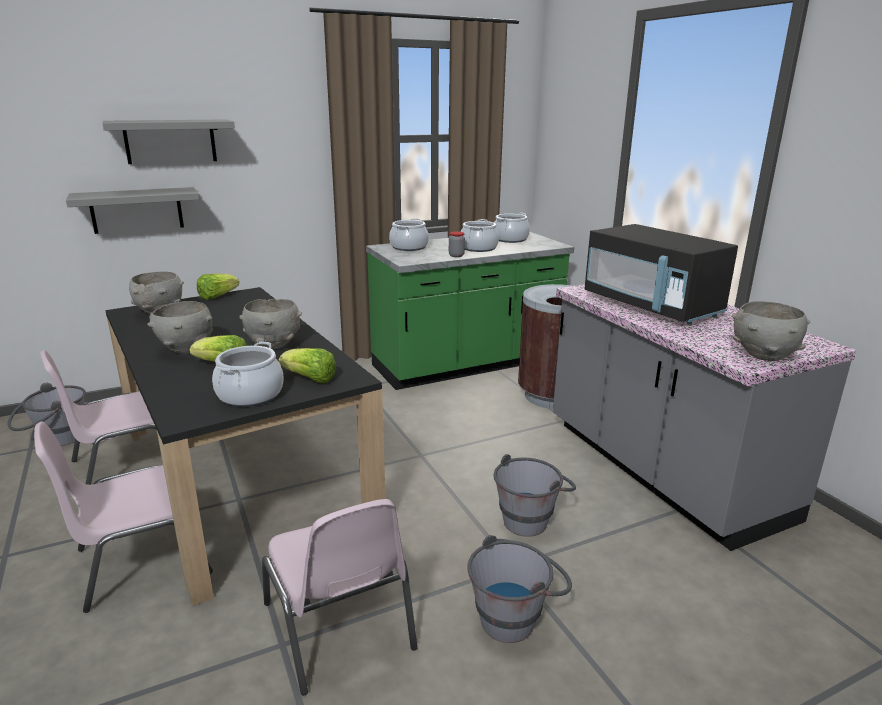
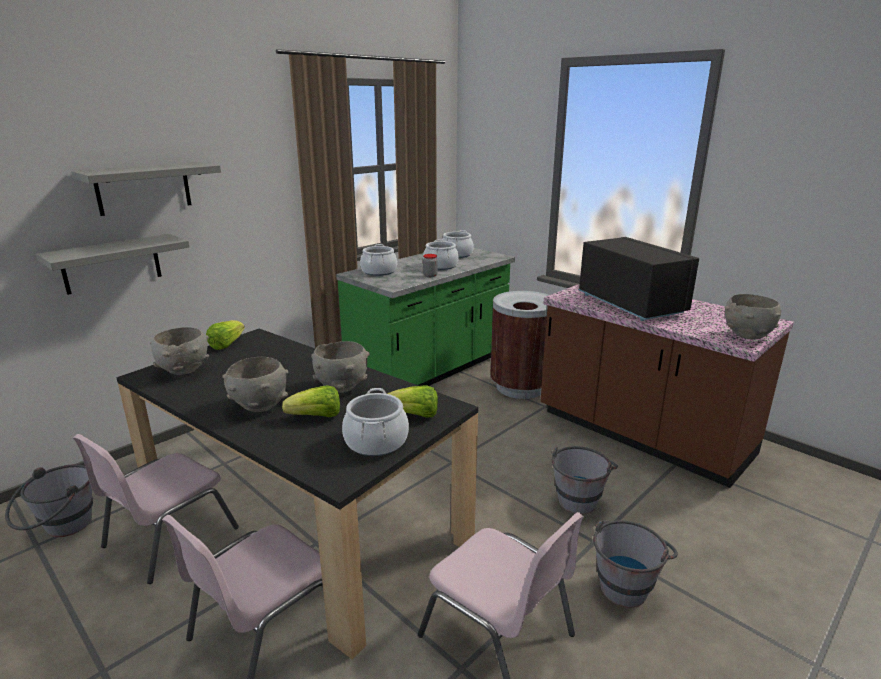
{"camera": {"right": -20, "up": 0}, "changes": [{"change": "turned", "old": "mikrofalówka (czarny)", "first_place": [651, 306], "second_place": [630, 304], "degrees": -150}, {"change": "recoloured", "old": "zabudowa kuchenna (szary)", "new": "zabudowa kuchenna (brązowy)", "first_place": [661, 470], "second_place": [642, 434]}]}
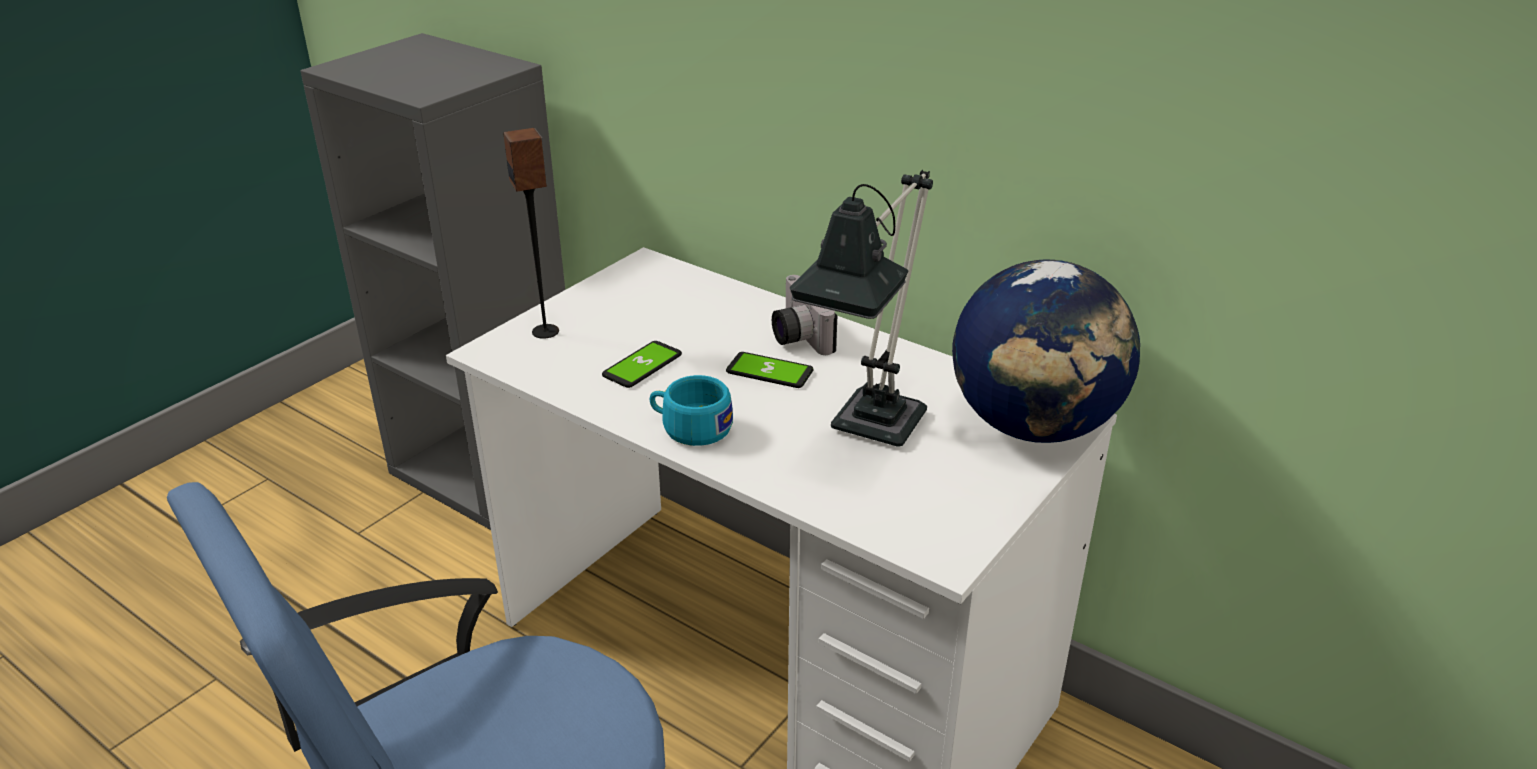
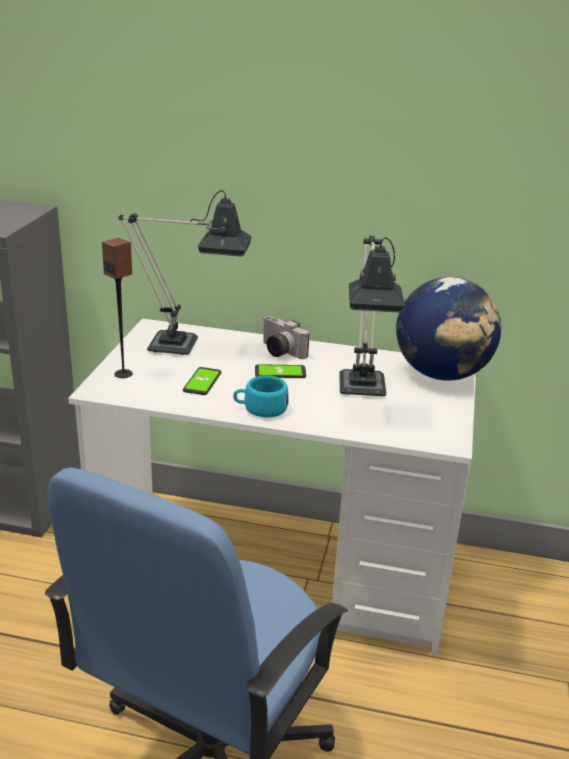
{"camera": {"right": -25, "up": -5}, "changes": [{"change": "added", "new": "lampa stołowa", "second_place": [185, 347]}]}
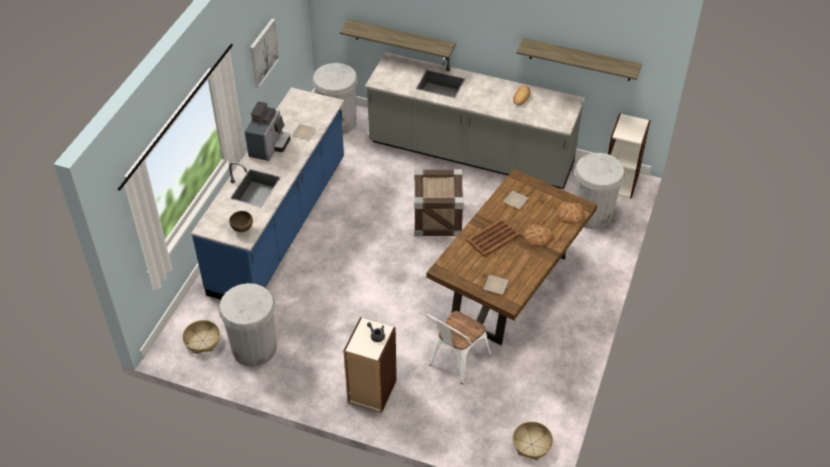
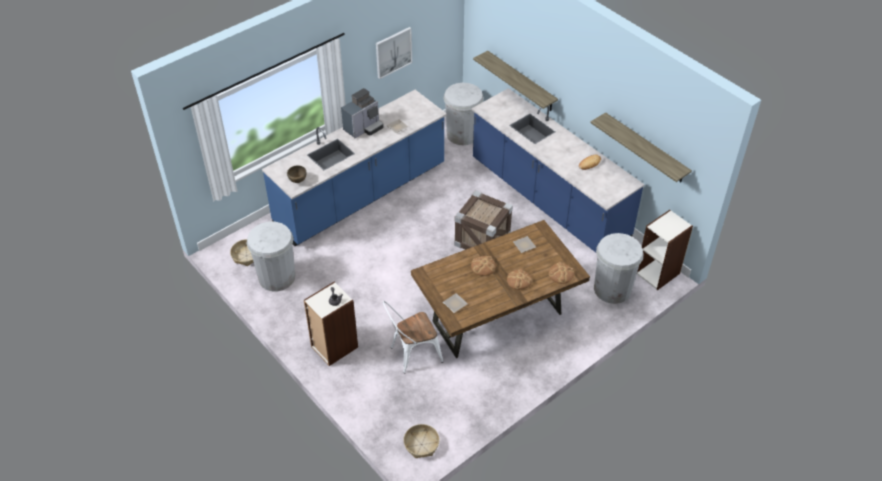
{"camera": {"right": 30, "up": 0}, "changes": [{"change": "recoloured", "old": "zabudowa kuchenna (szary)", "new": "zabudowa kuchenna (niebieski)", "first_place": [470, 154], "second_place": [548, 200]}, {"change": "replaced", "old": "taca (brązowy)", "new": "chleb", "first_place": [493, 237], "second_place": [483, 266]}]}
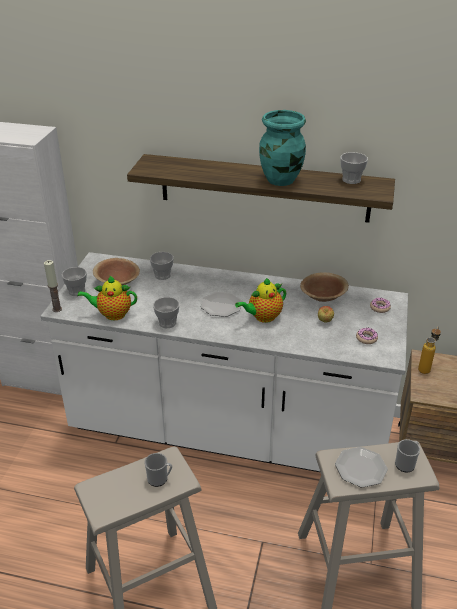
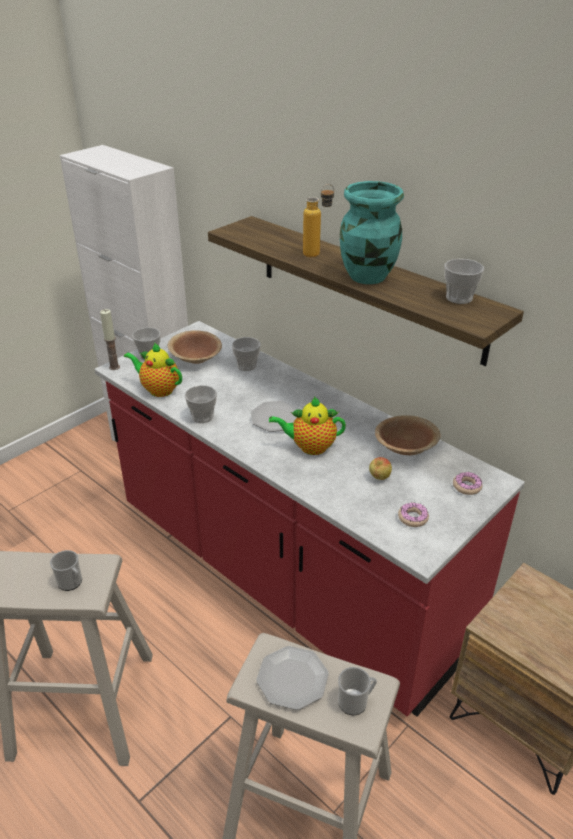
{"camera": {"right": 30, "up": 0}, "changes": [{"change": "recoloured", "old": "zabudowa kuchenna (biały)", "new": "zabudowa kuchenna (czerwony)", "first_place": [228, 432], "second_place": [286, 576]}, {"change": "moved", "old": "butelka", "first_place": [426, 367], "second_place": [317, 253]}]}
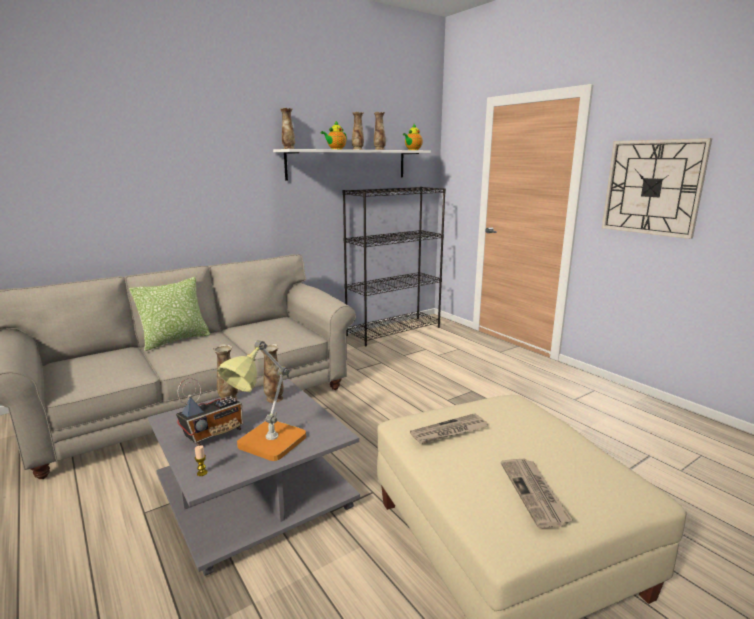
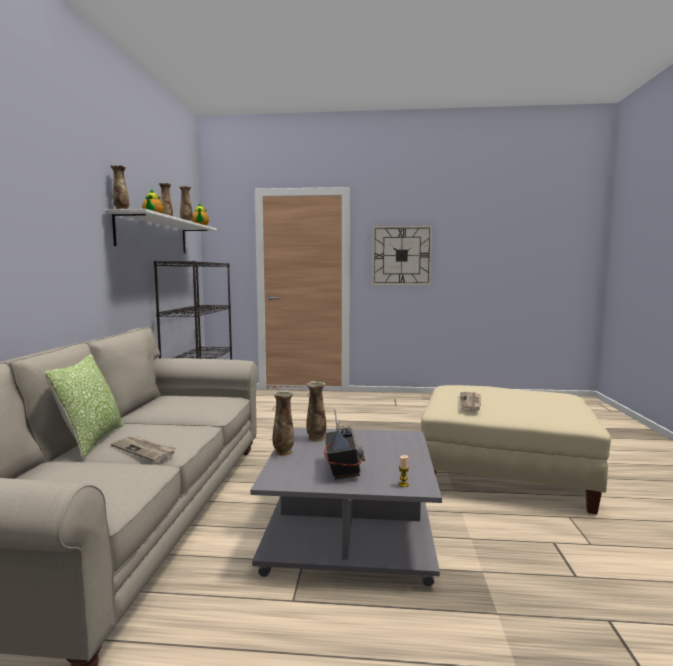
{"camera": {"right": -50, "up": -10}, "changes": [{"change": "removed", "old": "lampa stołowa", "first_place": [266, 446]}, {"change": "moved", "old": "gazeta", "first_place": [534, 493], "second_place": [144, 450]}]}
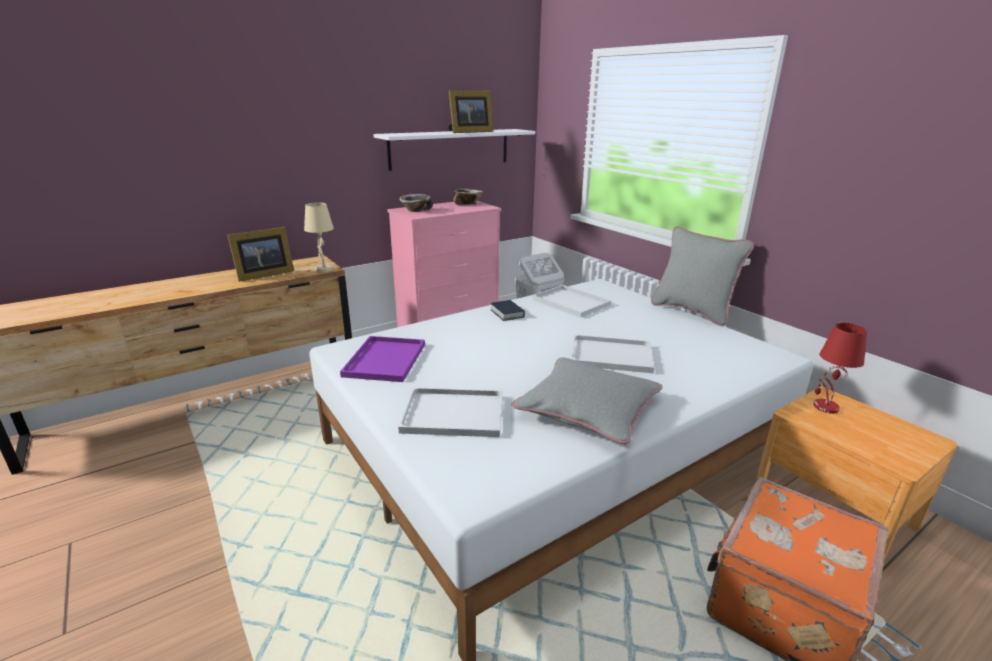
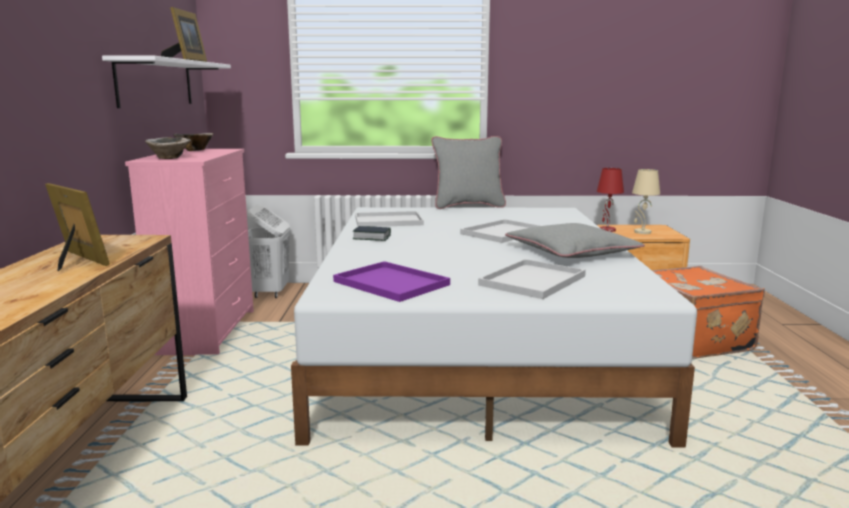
{"camera": {"right": -55, "up": -10}, "changes": [{"change": "moved", "old": "lampa stołowa (beżowy)", "first_place": [323, 269], "second_place": [642, 232]}, {"change": "turned", "old": "ramka na zdjęcie", "first_place": [263, 274], "second_place": [77, 261], "degrees": -45}]}
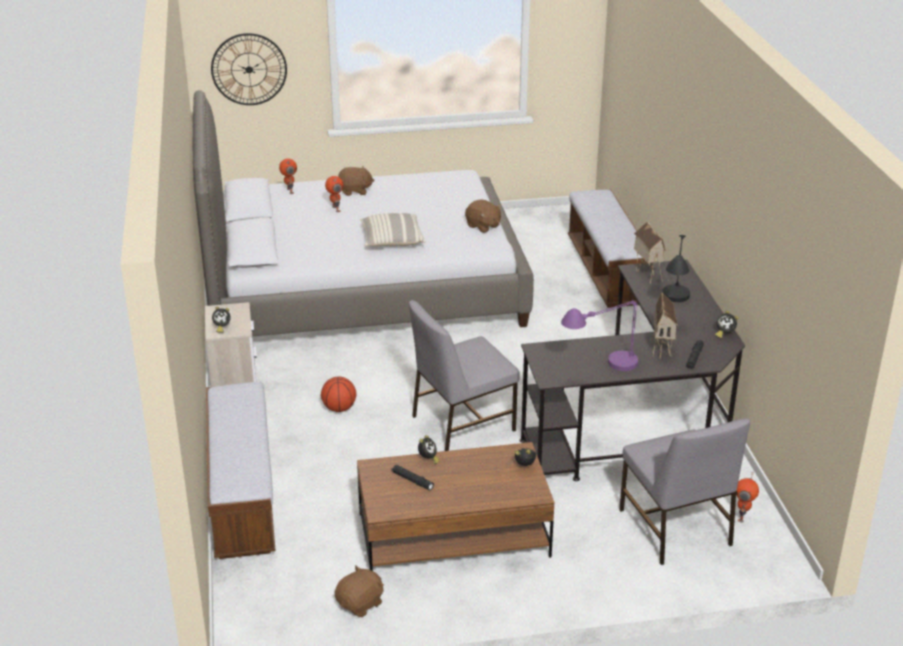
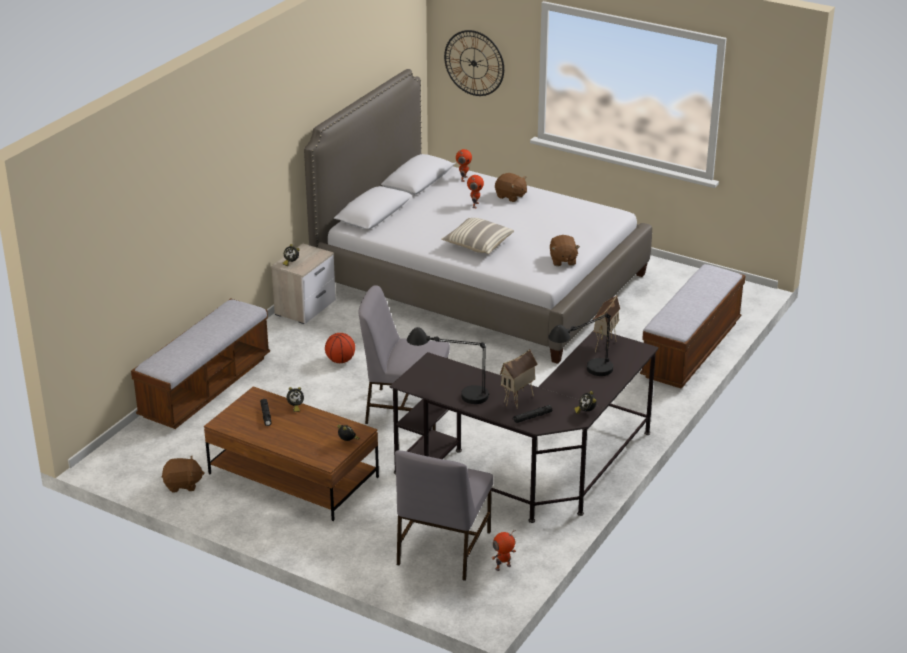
{"camera": {"right": 40, "up": 0}, "changes": [{"change": "recoloured", "old": "lampa stołowa (fioletowy)", "new": "lampa stołowa (czarny)", "first_place": [600, 370], "second_place": [450, 394]}]}
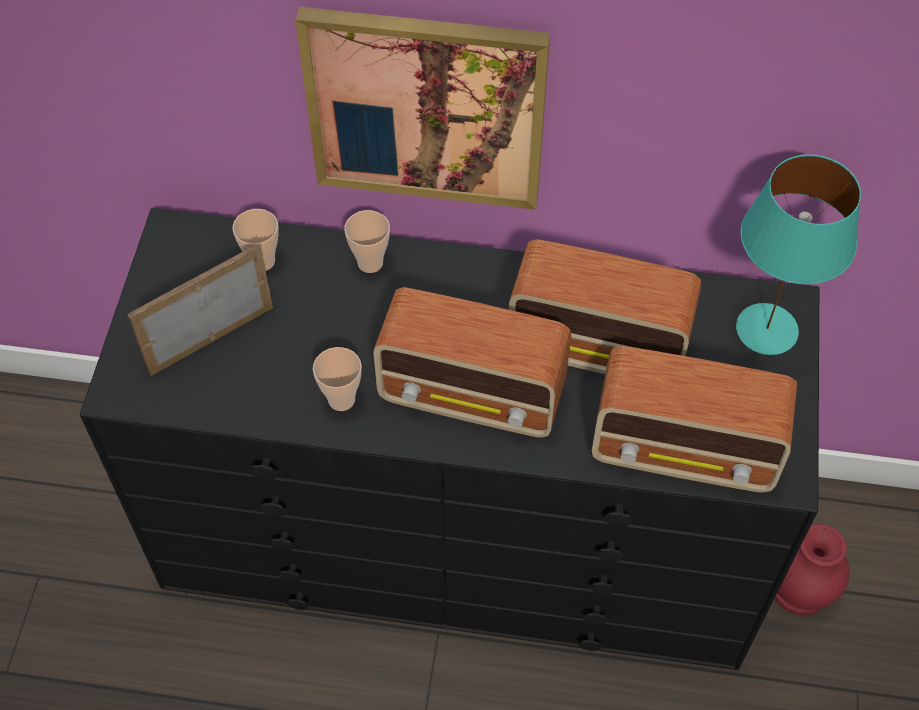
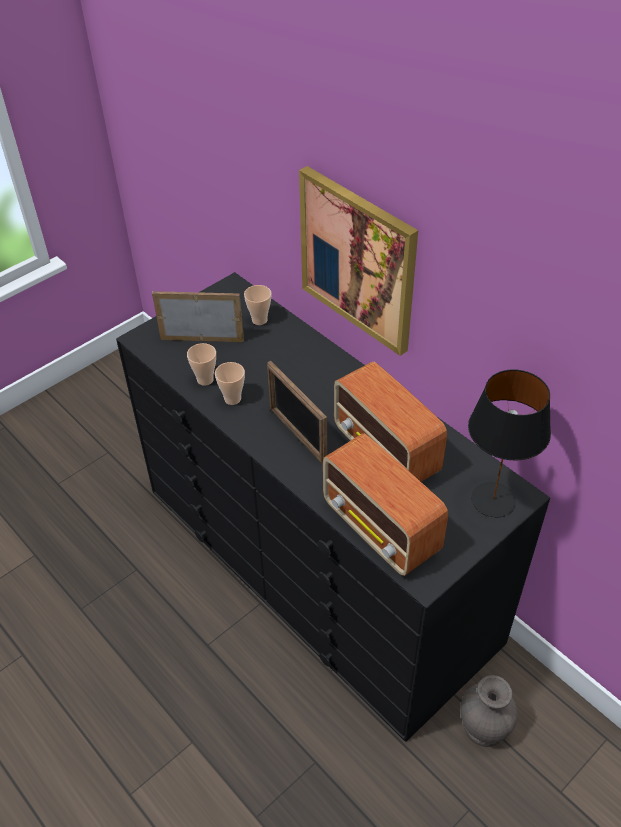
{"camera": {"right": 40, "up": -10}, "changes": [{"change": "recoloured", "old": "lampa stołowa (turkusowy)", "new": "lampa stołowa (czarny)", "first_place": [767, 328], "second_place": [494, 499]}, {"change": "moved", "old": "filiżanka", "first_place": [370, 263], "second_place": [205, 379]}, {"change": "replaced", "old": "radio", "new": "ramka na zdjęcie", "first_place": [474, 395], "second_place": [297, 435]}, {"change": "recoloured", "old": "wazon (czerwony)", "new": "wazon (szary)", "first_place": [800, 590], "second_place": [484, 727]}]}
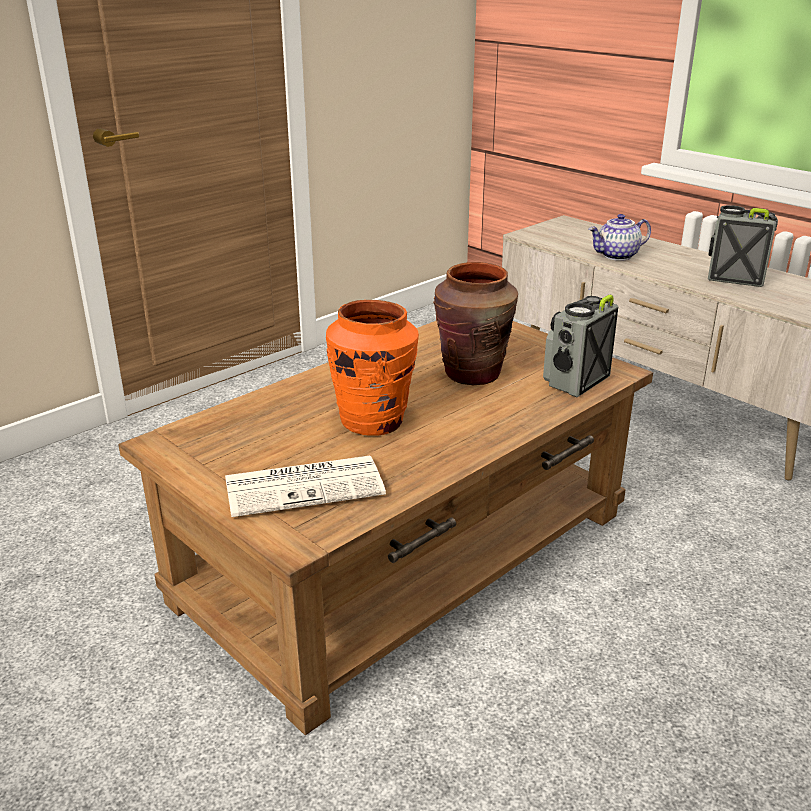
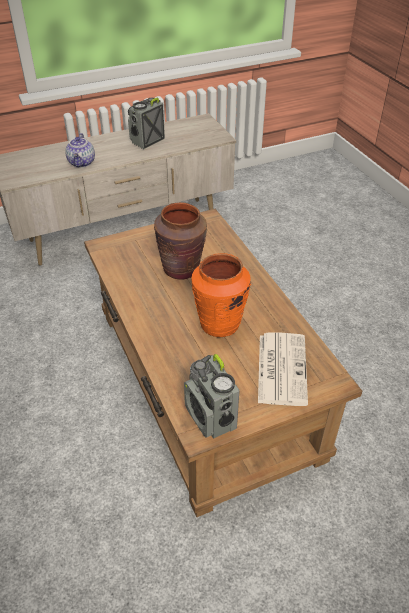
{"camera": {"right": -70, "up": 15}, "changes": [{"change": "moved", "old": "radio", "first_place": [575, 382], "second_place": [211, 418]}]}
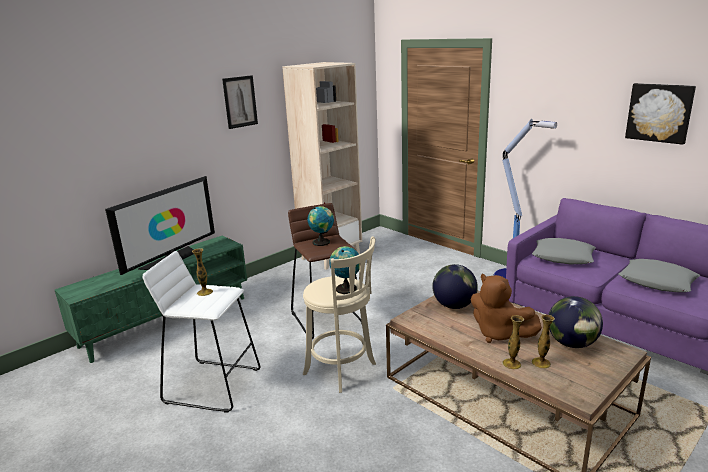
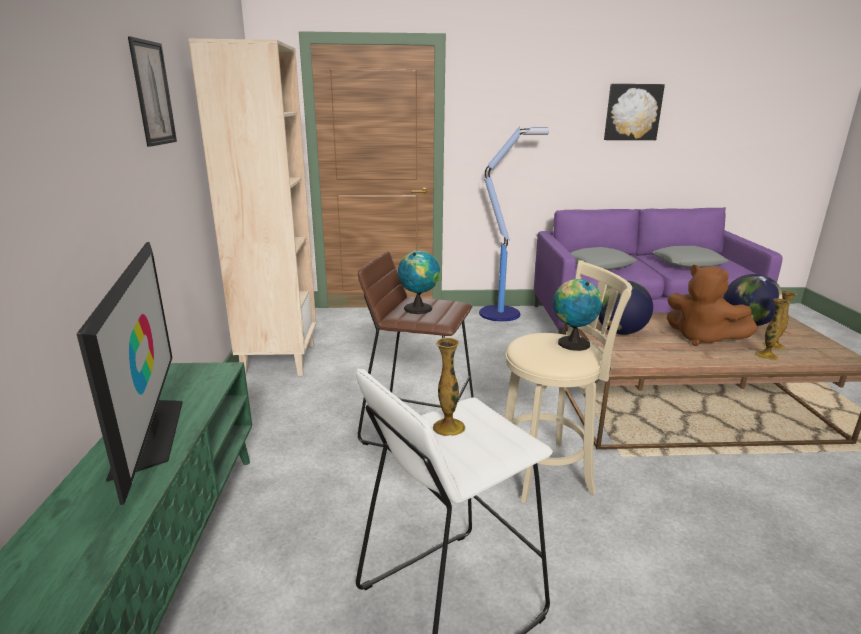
{"camera": {"right": -50, "up": 0}, "changes": [{"change": "turned", "old": "pluszak (brązowy)", "first_place": [499, 334], "second_place": [701, 338], "degrees": 45}]}
